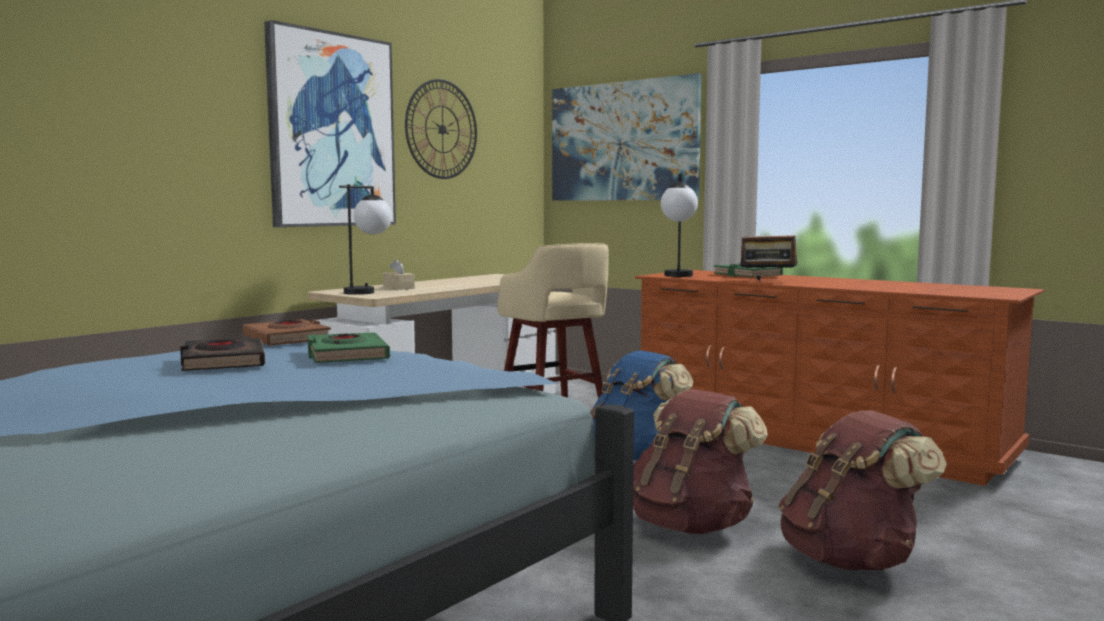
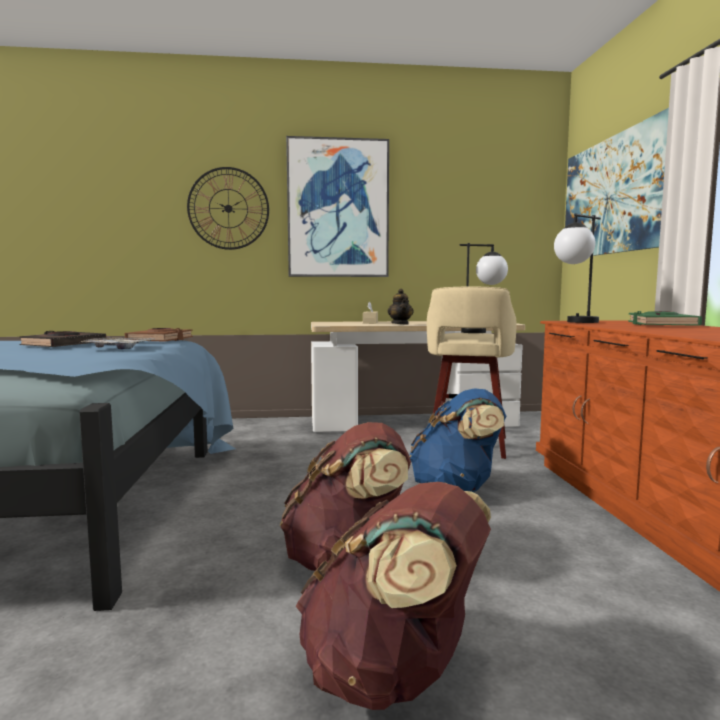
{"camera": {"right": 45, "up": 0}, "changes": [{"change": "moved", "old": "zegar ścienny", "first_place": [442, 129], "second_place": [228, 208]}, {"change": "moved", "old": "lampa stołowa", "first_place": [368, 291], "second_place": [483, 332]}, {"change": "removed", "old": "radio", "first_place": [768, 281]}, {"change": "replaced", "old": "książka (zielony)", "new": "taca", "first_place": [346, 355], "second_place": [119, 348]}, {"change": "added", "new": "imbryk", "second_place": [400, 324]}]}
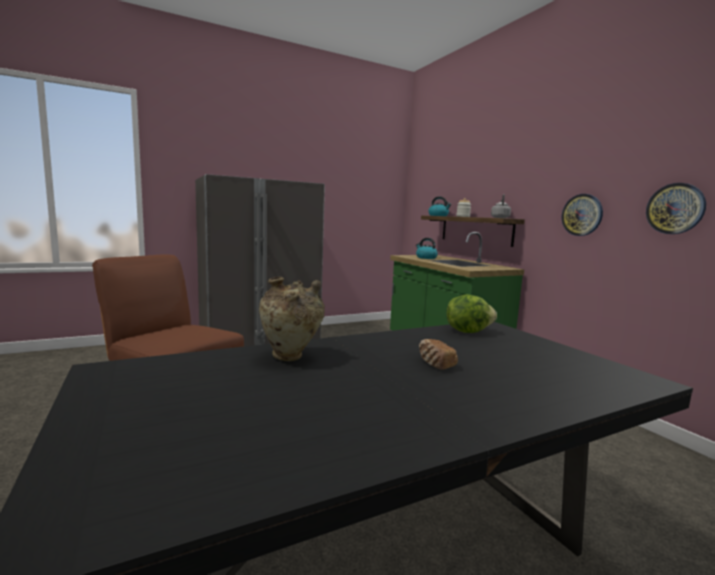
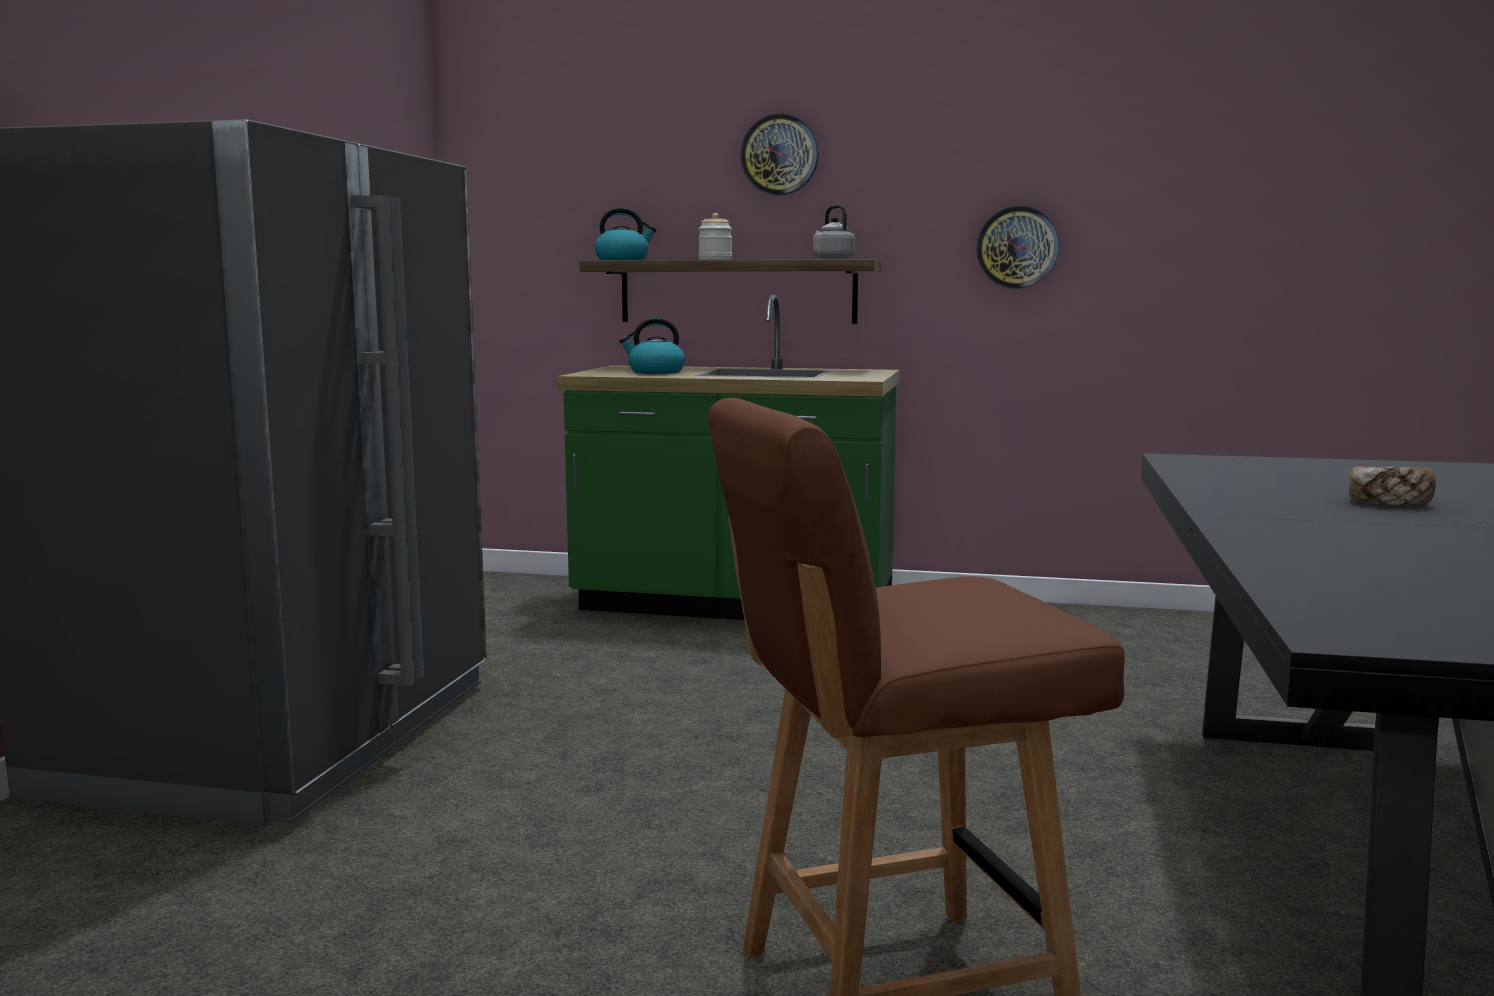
{"camera": {"right": -50, "up": 0}, "changes": [{"change": "moved", "old": "zegar ścienny", "first_place": [675, 208], "second_place": [779, 155]}, {"change": "removed", "old": "wazon (beżowy)", "first_place": [291, 358]}, {"change": "removed", "old": "sałata", "first_place": [467, 331]}]}
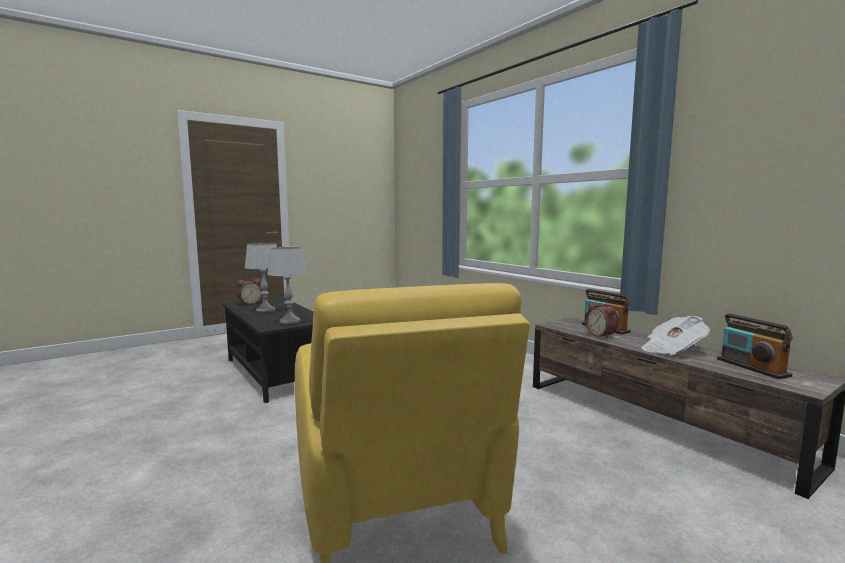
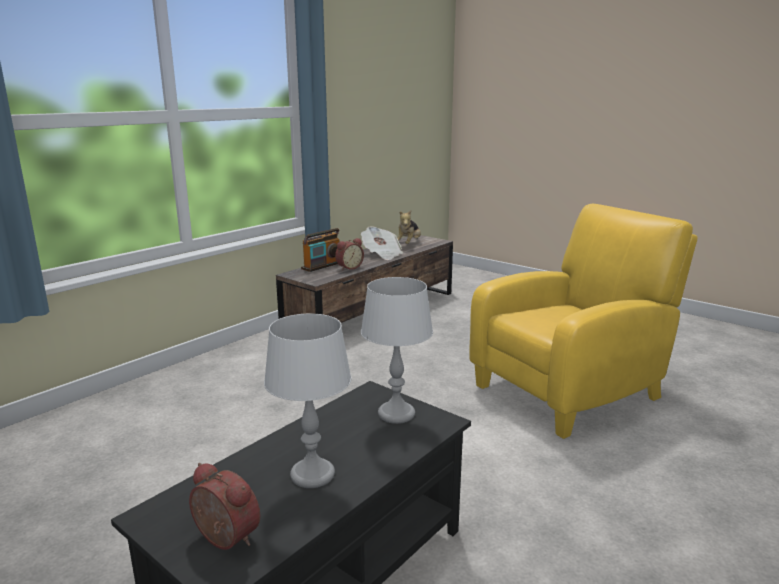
{"camera": {"right": -105, "up": 10}, "changes": [{"change": "replaced", "old": "radio", "new": "pluszak", "first_place": [752, 367], "second_place": [408, 244]}]}
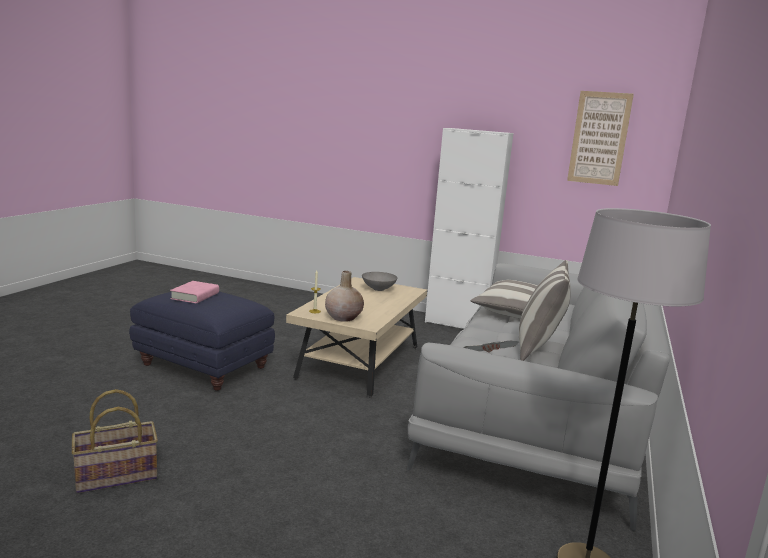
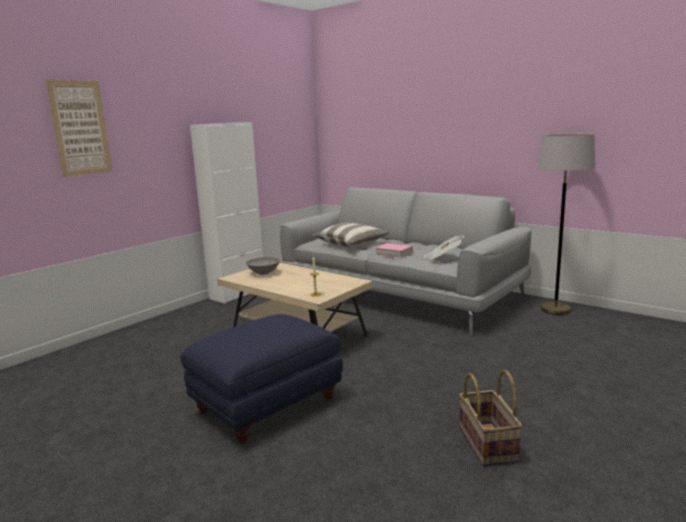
{"camera": {"right": -70, "up": 0}, "changes": [{"change": "moved", "old": "obraz", "first_place": [599, 138], "second_place": [80, 128]}, {"change": "removed", "old": "poduszka", "first_place": [538, 347]}, {"change": "removed", "old": "wazon (beżowy)", "first_place": [343, 317]}, {"change": "moved", "old": "książka (różowy)", "first_place": [195, 296], "second_place": [394, 253]}]}
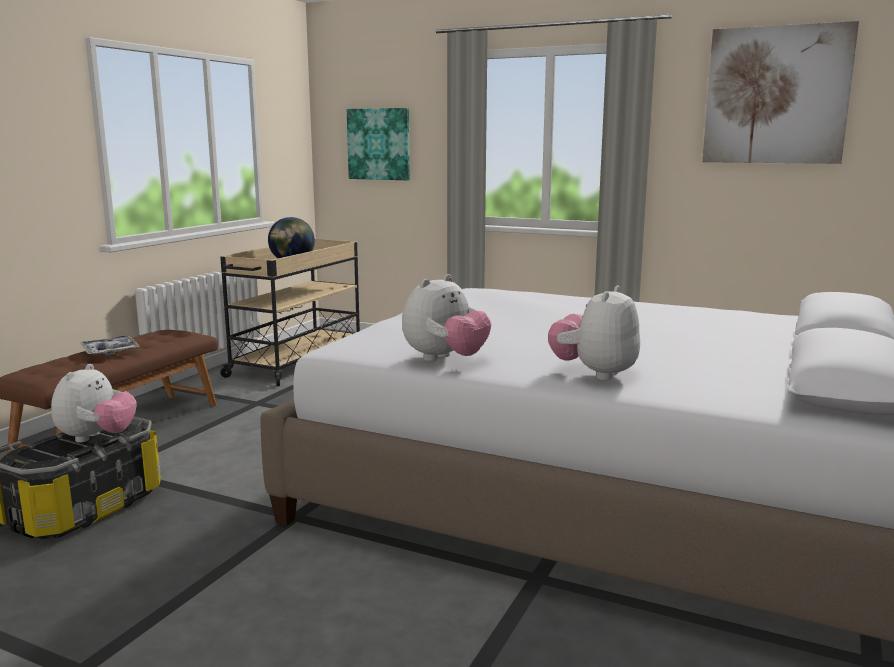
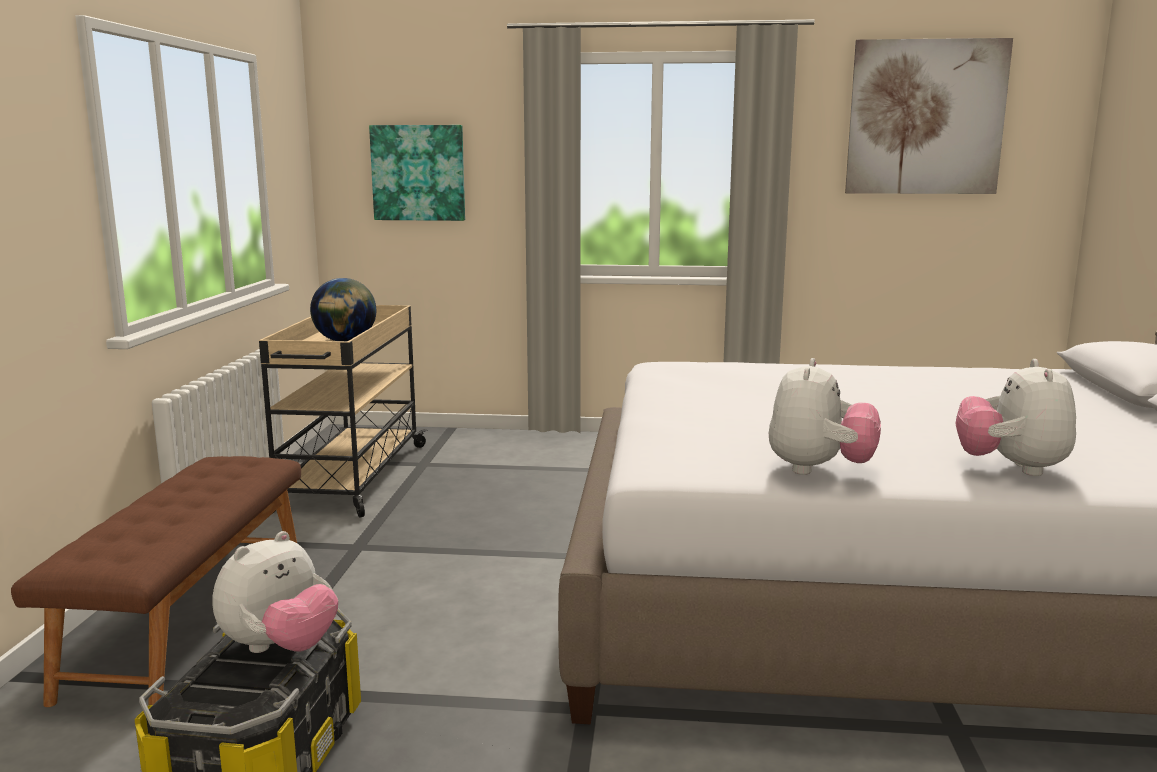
{"camera": {"right": -20, "up": 0}, "changes": [{"change": "removed", "old": "taca", "first_place": [110, 351]}, {"change": "turned", "old": "pluszak", "first_place": [97, 438], "second_place": [280, 648], "degrees": 45}]}
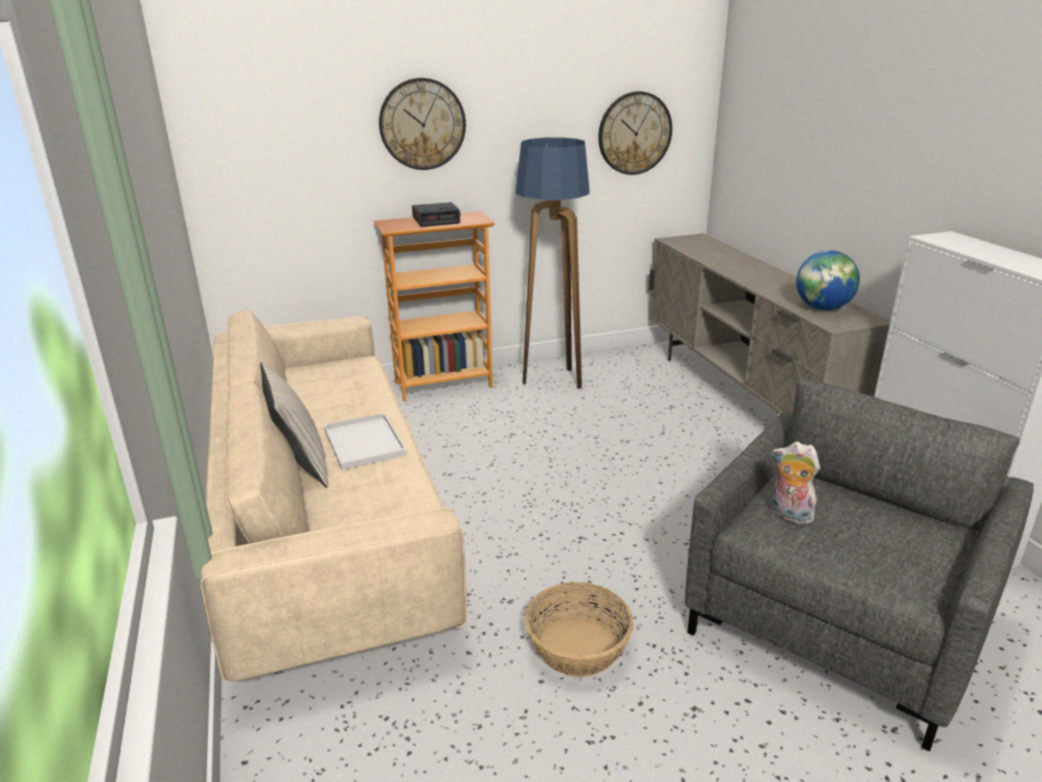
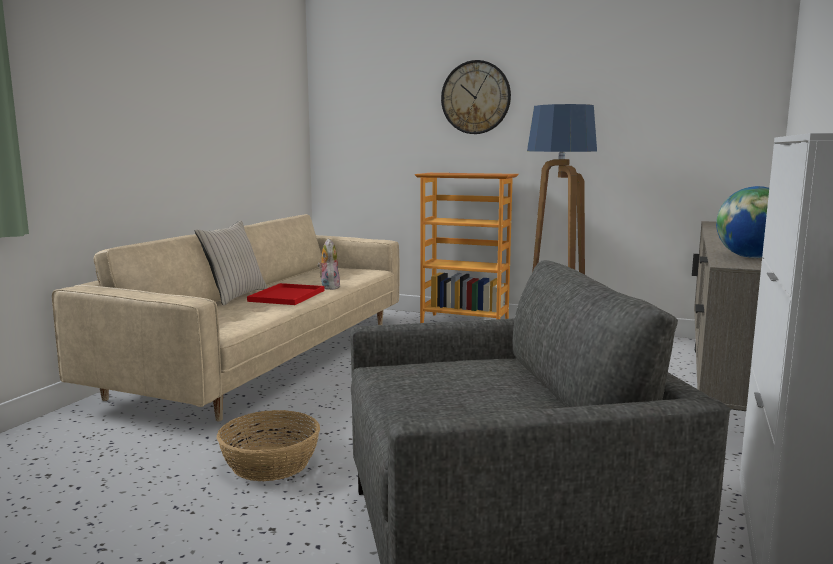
{"camera": {"right": 40, "up": -15}, "changes": [{"change": "removed", "old": "zegar ścienny", "first_place": [634, 133]}, {"change": "removed", "old": "budzik", "first_place": [436, 220]}, {"change": "recoloured", "old": "taca (biały)", "new": "taca (czerwony)", "first_place": [363, 441], "second_place": [287, 295]}, {"change": "moved", "old": "pluszak", "first_place": [788, 515], "second_place": [328, 287]}]}
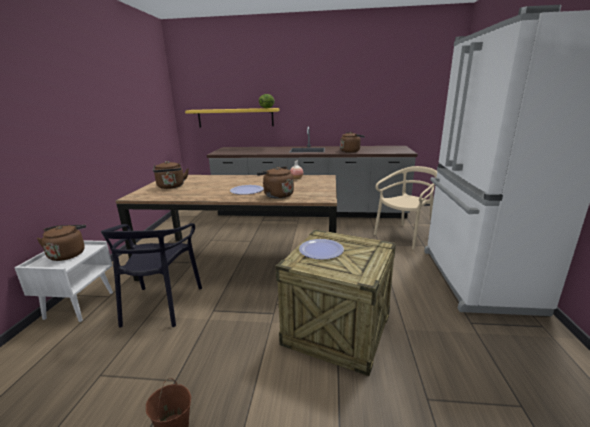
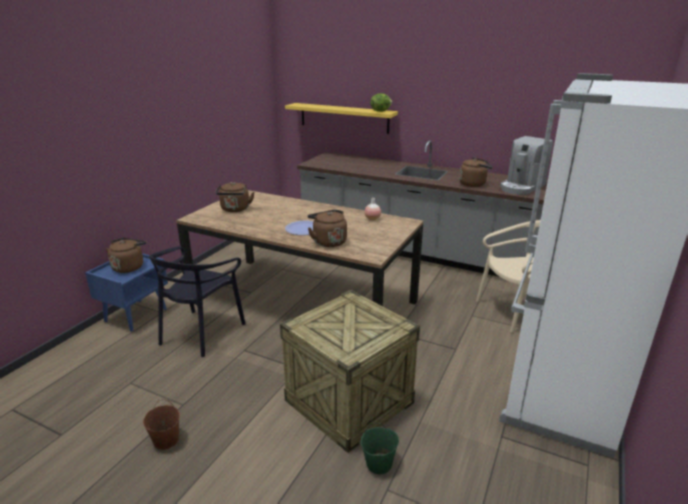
{"camera": {"right": 20, "up": 5}, "changes": [{"change": "removed", "old": "talerz", "first_place": [321, 250]}, {"change": "recoloured", "old": "szafka nocna (biały)", "new": "szafka nocna (niebieski)", "first_place": [80, 305], "second_place": [136, 315]}, {"change": "added", "new": "ekspres do kawy", "second_place": [521, 187]}, {"change": "added", "new": "wiadro (zielony)", "second_place": [379, 463]}]}
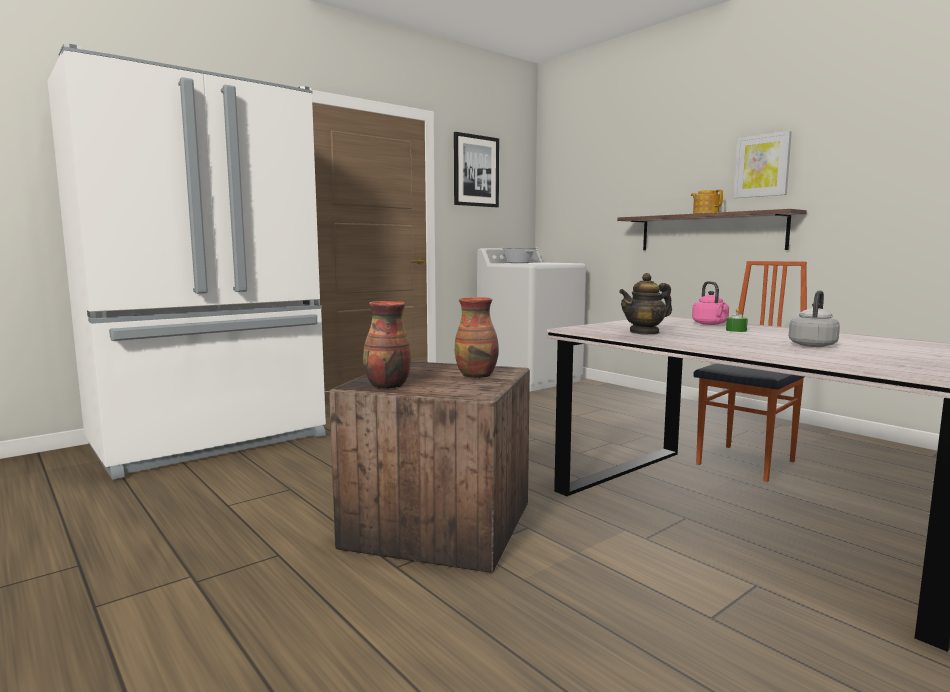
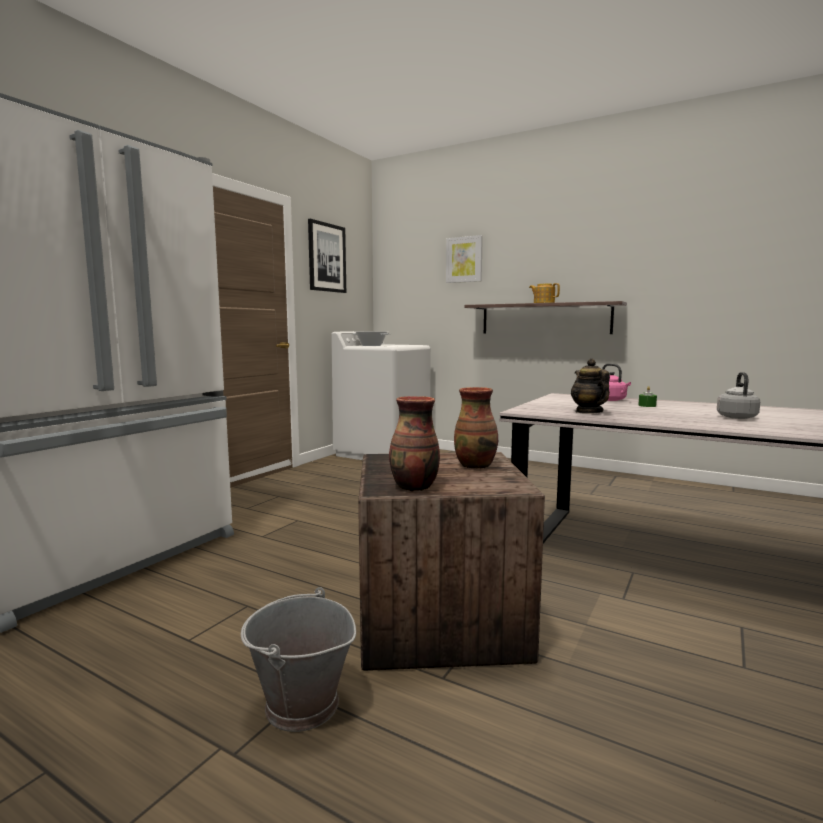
{"camera": {"right": -20, "up": 0}, "changes": [{"change": "moved", "old": "obraz", "first_place": [762, 166], "second_place": [464, 259]}, {"change": "removed", "old": "krzesło", "first_place": [747, 463]}, {"change": "turned", "old": "imbryk", "first_place": [645, 332], "second_place": [588, 412], "degrees": 120}, {"change": "added", "new": "wiadro (szary)", "second_place": [301, 705]}]}
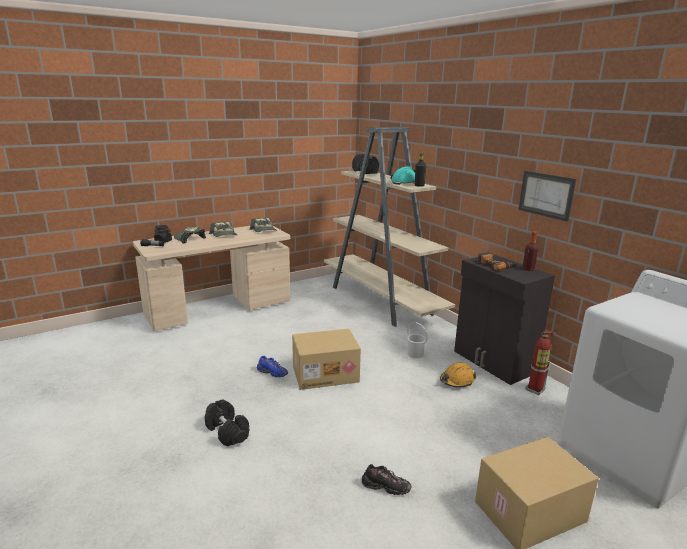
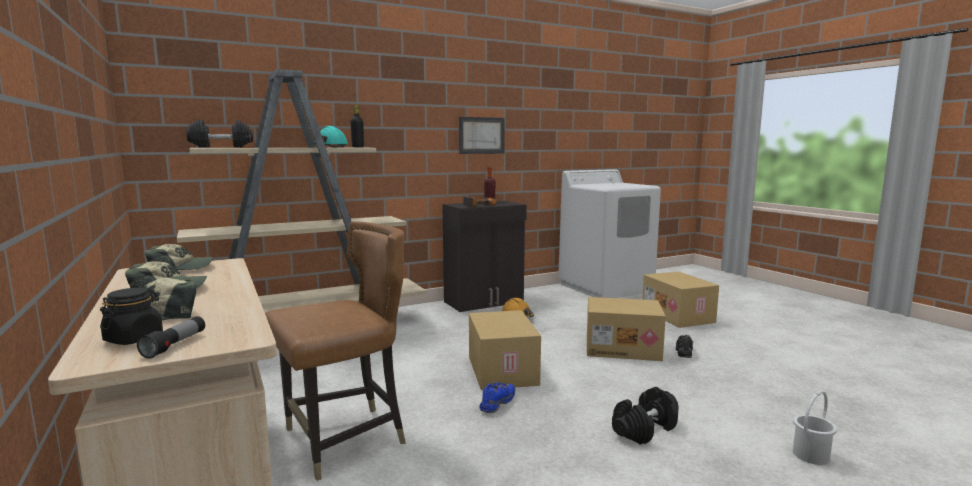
{"camera": {"right": -85, "up": -10}, "changes": [{"change": "moved", "old": "wiadro (biały)", "first_place": [415, 354], "second_place": [811, 455]}, {"change": "removed", "old": "gaśnica", "first_place": [535, 390]}, {"change": "added", "new": "krzesło (brązowy)", "second_place": [345, 439]}, {"change": "added", "new": "karton", "second_place": [623, 348]}]}
